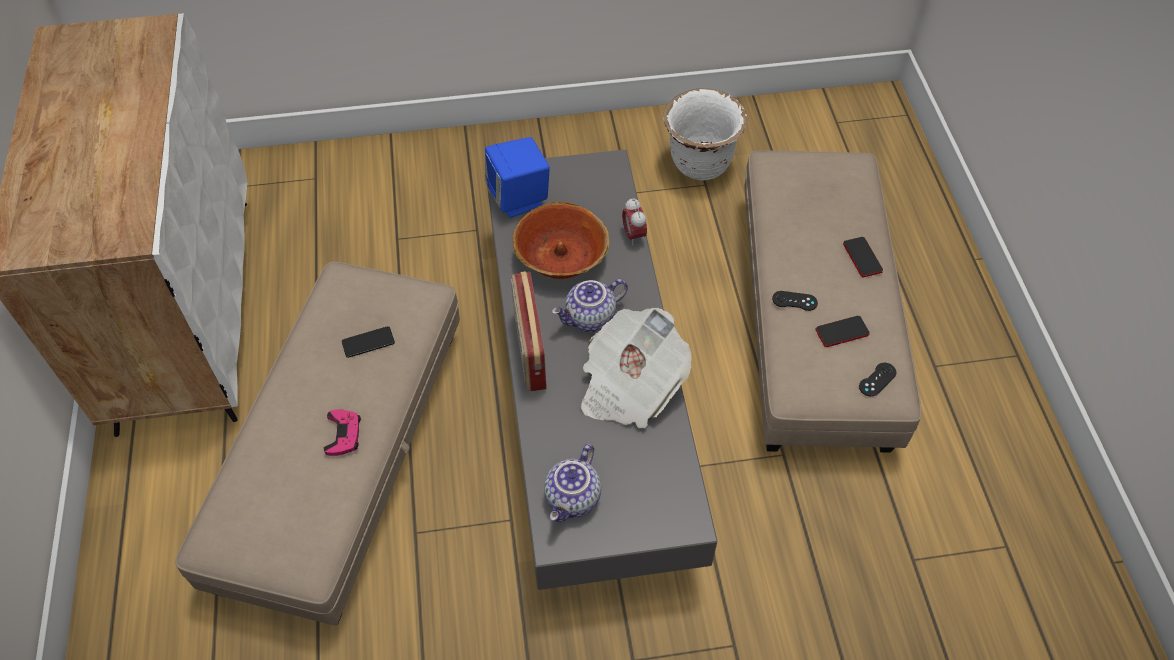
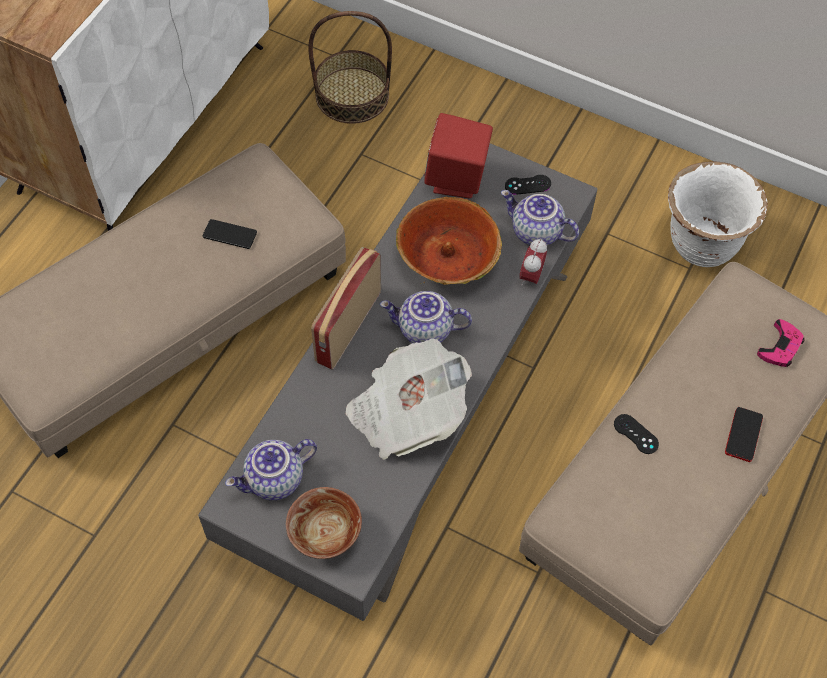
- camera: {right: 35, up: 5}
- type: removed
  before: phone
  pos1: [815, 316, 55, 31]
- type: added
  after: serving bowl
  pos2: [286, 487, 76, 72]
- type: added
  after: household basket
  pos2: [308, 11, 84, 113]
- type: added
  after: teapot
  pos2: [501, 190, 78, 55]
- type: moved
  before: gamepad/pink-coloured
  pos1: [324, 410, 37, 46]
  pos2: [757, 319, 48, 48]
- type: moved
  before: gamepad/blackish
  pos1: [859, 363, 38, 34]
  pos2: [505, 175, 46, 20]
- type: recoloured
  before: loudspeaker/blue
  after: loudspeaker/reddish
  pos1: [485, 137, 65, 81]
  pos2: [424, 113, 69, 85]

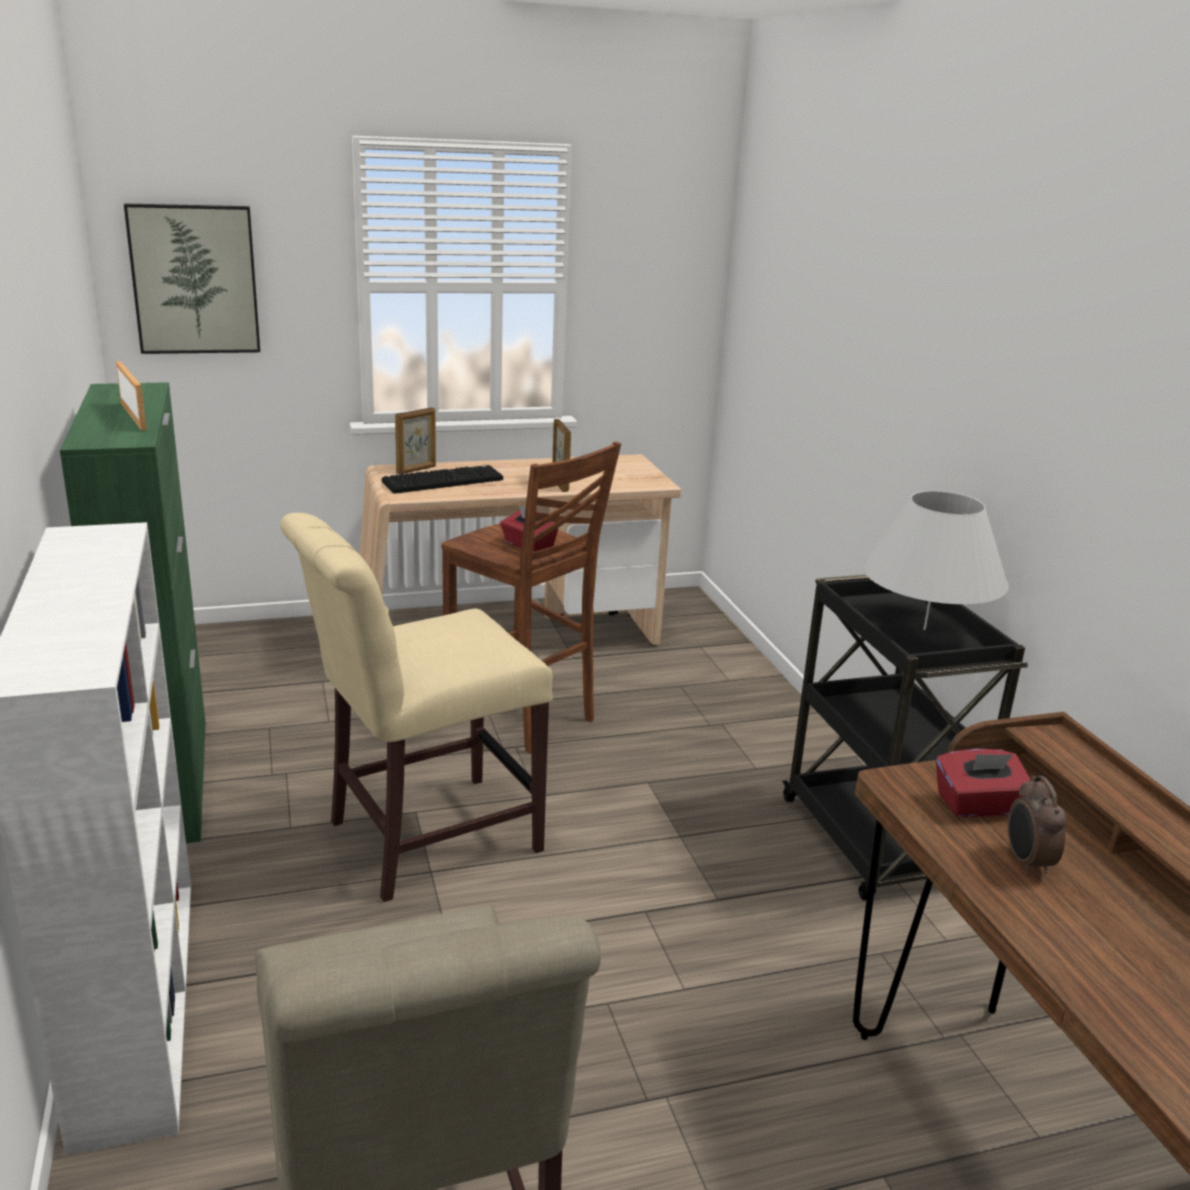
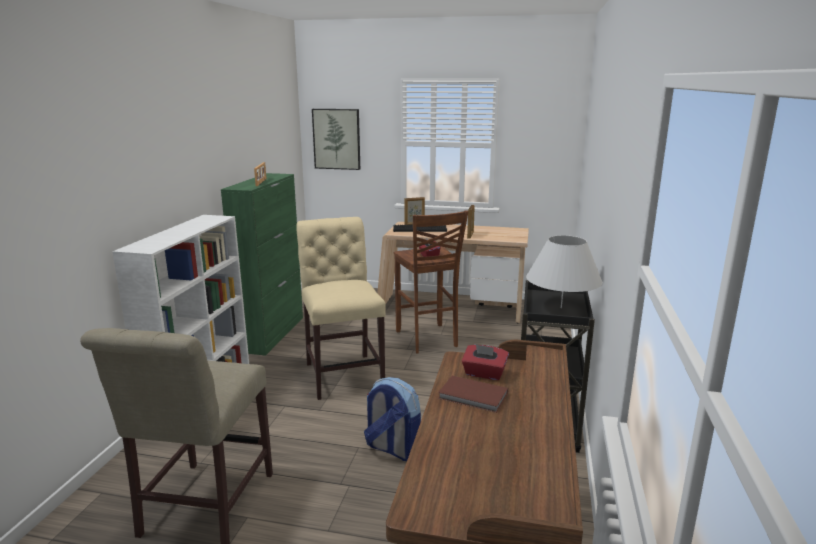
- camera: {right: 30, up: -5}
- type: added
  after: knapsack
  pos2: [364, 377, 57, 84]
- type: replaced
  before: table clock
  after: volume/brown-coloured
  pos1: [1008, 776, 59, 100]
  pos2: [438, 376, 70, 37]
- type: turned
  before: upright chair/beige-coloured
  pos1: [280, 513, 273, 389]
  pos2: [296, 217, 90, 183]
  turn: 75

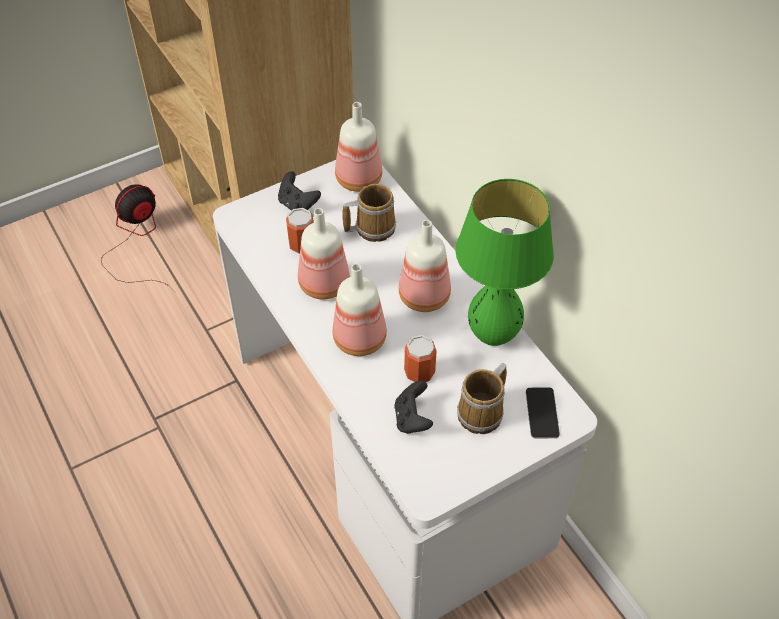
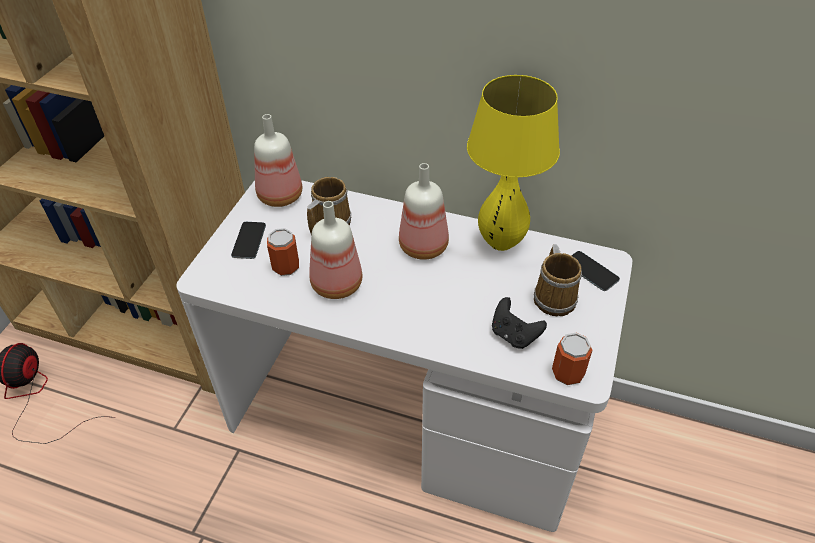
- camera: {right: -40, up: -5}
- type: removed
  before: beverage bottle
  pos1: [333, 264, 54, 92]
- type: moved
  before: metal can
  pos1: [404, 335, 33, 47]
  pos2: [552, 333, 40, 52]
- type: replaced
  before: gamepad/blackish
  after: phone
  pos1: [278, 171, 43, 40]
  pos2: [231, 222, 35, 37]
- type: recoloured
  before: tabletop lamp/green
  after: tabletop lamp/yellow-coloured
  pos1: [455, 179, 99, 167]
  pos2: [467, 75, 93, 176]

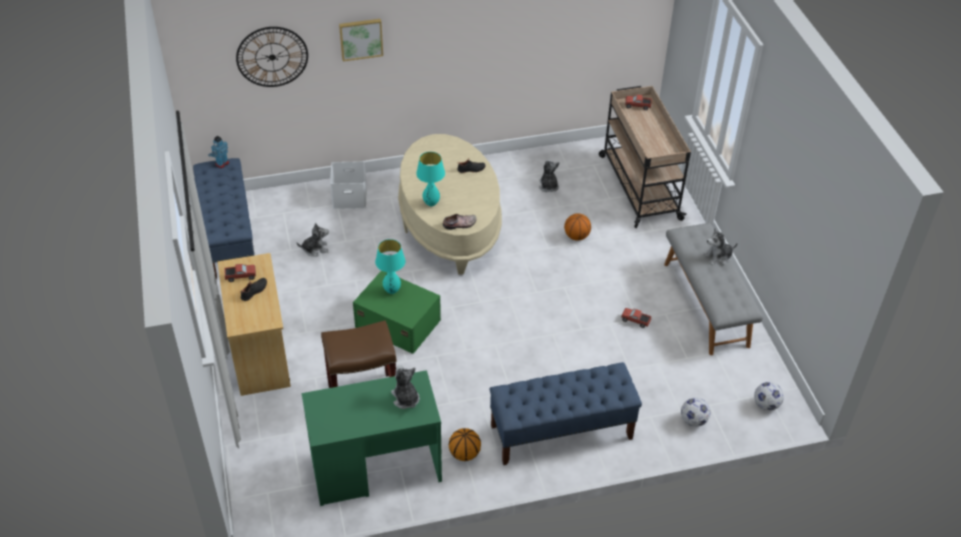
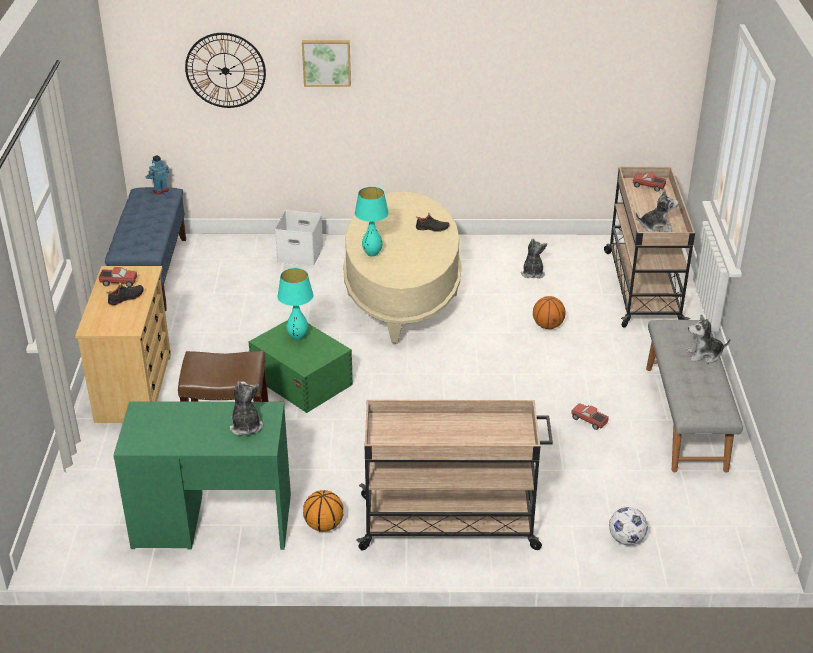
- camera: {right: 15, up: -10}
- type: removed
  before: shoe
  pos1: [443, 214, 33, 16]
- type: removed
  before: football ball
  pos1: [754, 382, 30, 29]
- type: moved
  before: soft toy
  pos1: [297, 223, 32, 34]
  pos2: [636, 190, 43, 42]
- type: replaced
  before: long seat/blue
  after: wheeled cart/beige-coloured
  pos1: [489, 362, 153, 103]
  pos2: [356, 400, 197, 150]

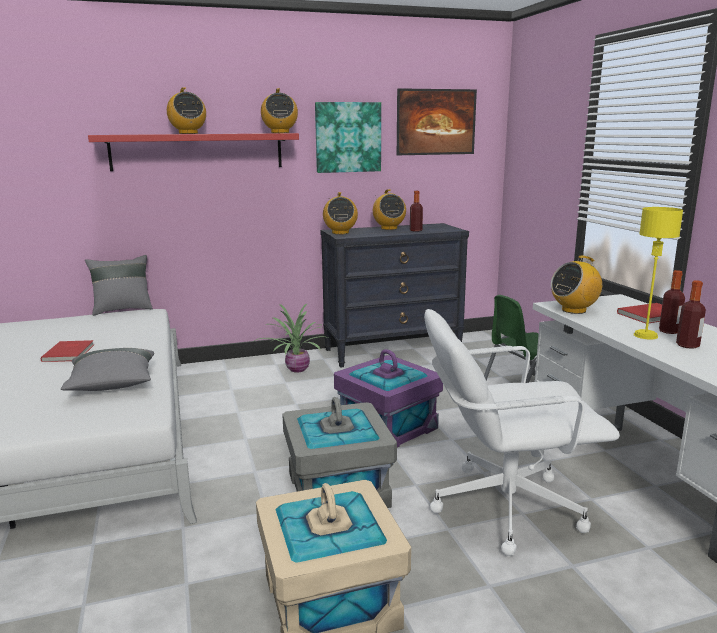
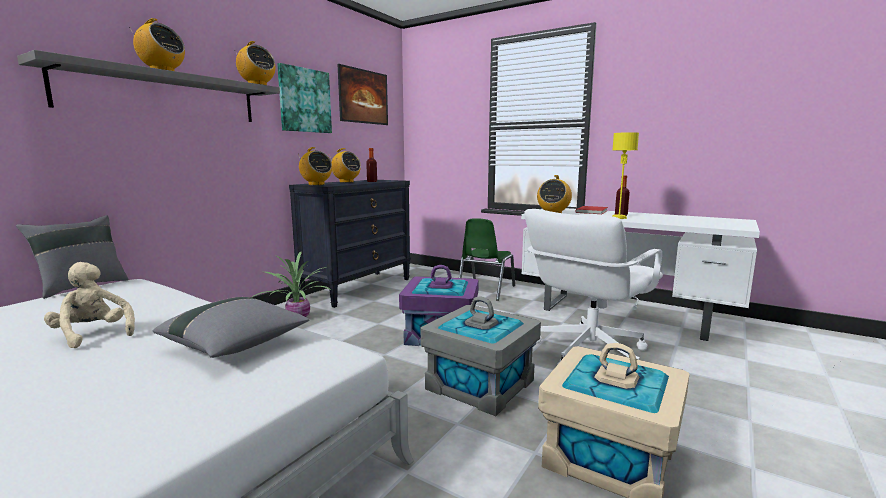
- camera: {right: -40, up: -5}
- type: removed
  before: beverage bottle
  pos1: [676, 280, 30, 69]
- type: replaced
  before: volume/reddish
  after: soft toy/beige-coloured
  pos1: [41, 340, 53, 22]
  pos2: [44, 262, 91, 86]
- type: recoloured
  before: bracket shelf/reddish
  after: bracket shelf/grey
  pos1: [88, 133, 211, 38]
  pos2: [17, 50, 263, 72]

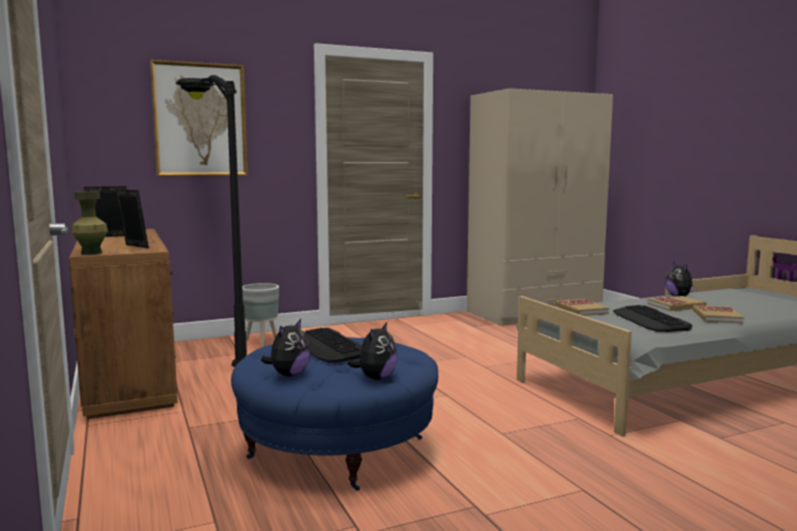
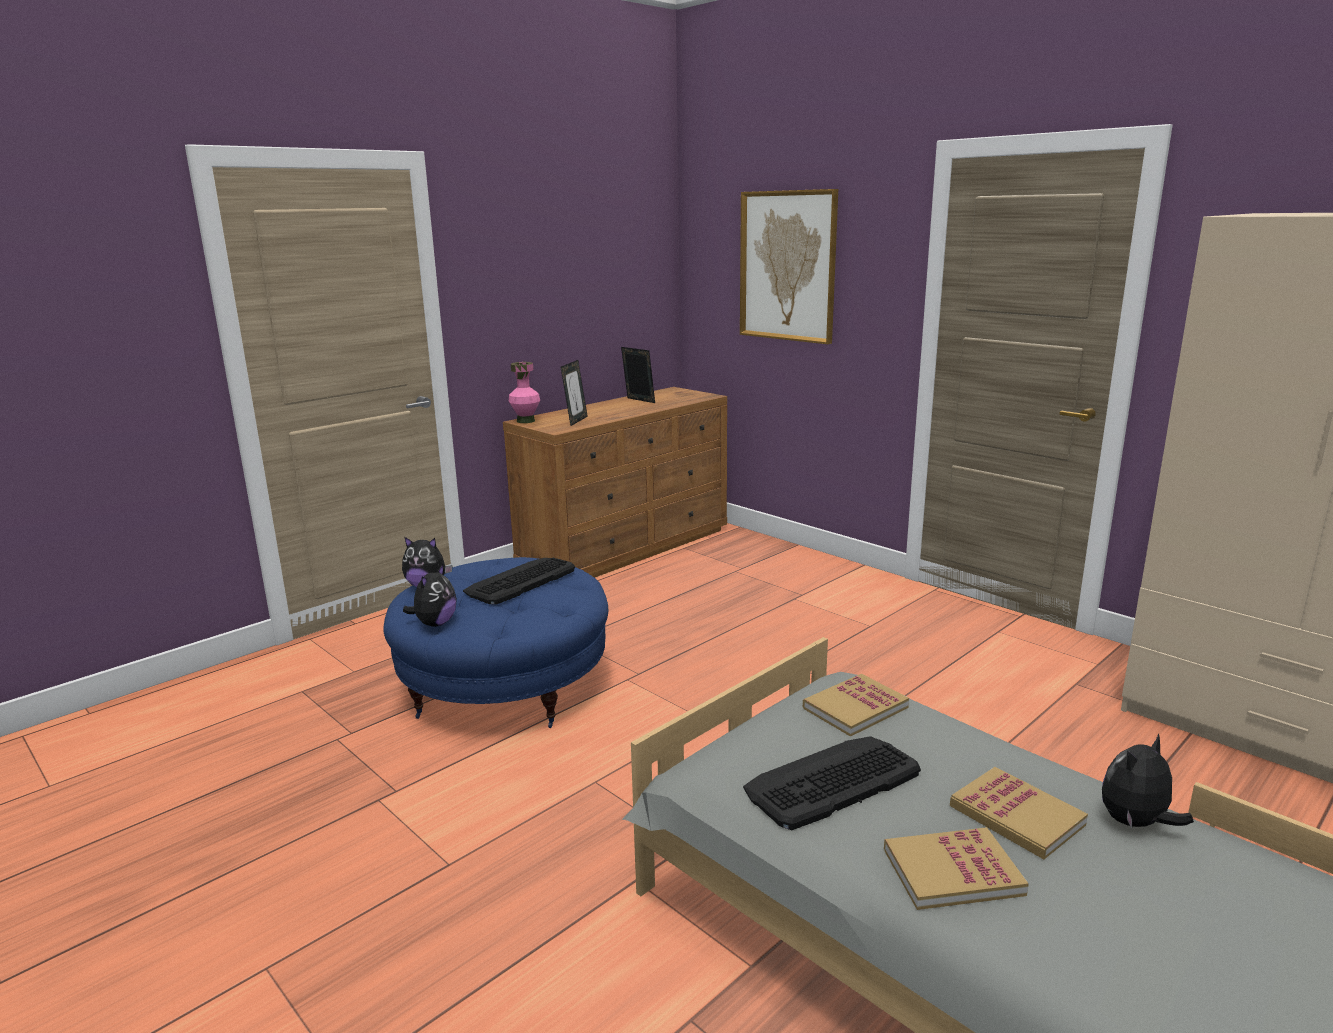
- camera: {right: 70, up: 10}
- type: removed
  before: floor lamp/blackish
  pos1: [176, 75, 71, 292]
- type: removed
  before: planter/grey
  pos1: [242, 283, 37, 64]
- type: recoloured
  before: decorative vase/green
  after: decorative vase/pink-coloured
  pos1: [72, 191, 36, 64]
  pos2: [509, 362, 31, 61]
- type: turned
  before: soft toy
  pos1: [348, 322, 49, 58]
  pos2: [403, 564, 54, 63]
  turn: -75

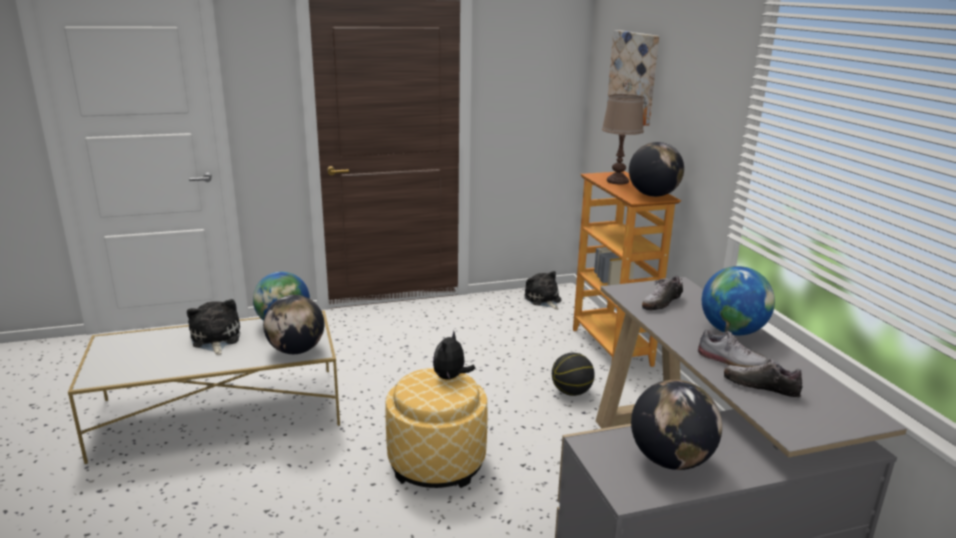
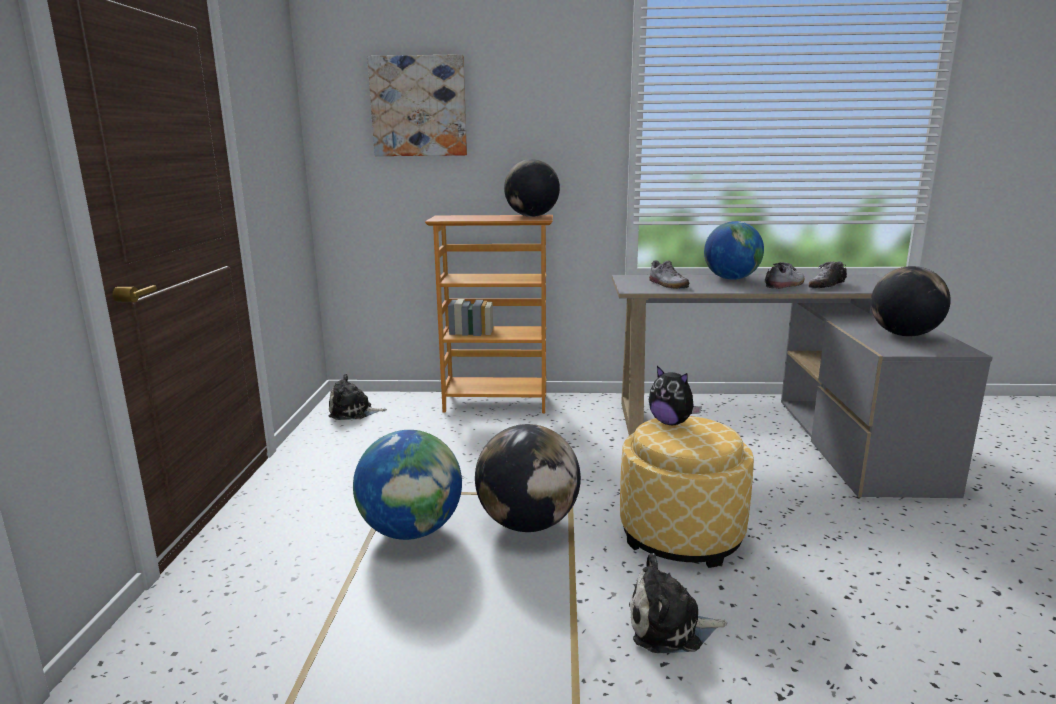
- camera: {right: -70, up: -5}
- type: removed
  before: ball for basketball
  pos1: [552, 353, 43, 43]
- type: removed
  before: tabletop lamp/brown-coloured
  pos1: [602, 94, 42, 90]
- type: moved
  before: soft toy
  pos1: [187, 299, 54, 56]
  pos2: [629, 553, 98, 100]

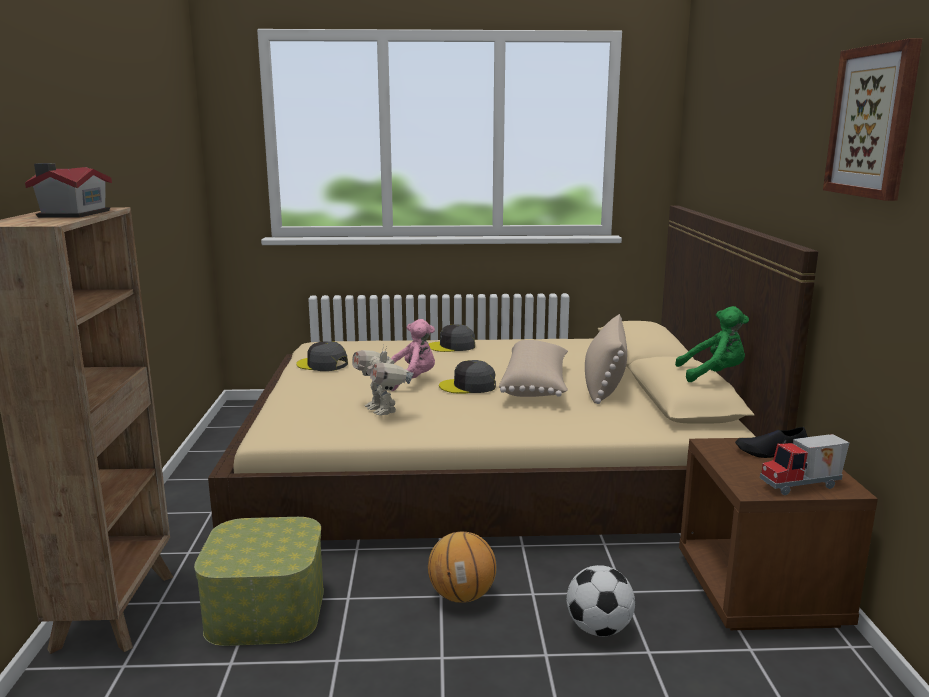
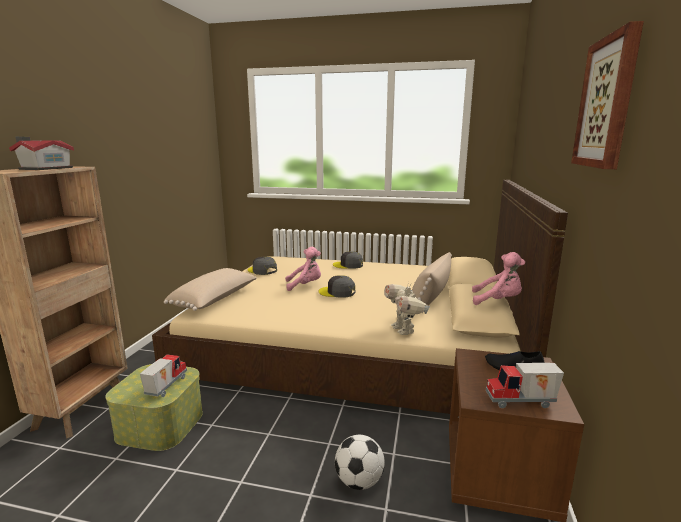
- camera: {right: 15, up: 0}
- type: removed
  before: ball for basketball
  pos1: [428, 532, 69, 71]
- type: added
  after: model truck
  pos2: [140, 354, 47, 43]
- type: moved
  before: robot figure
  pos1: [352, 345, 62, 70]
  pos2: [384, 282, 46, 53]
- type: moved
  before: cushion/beige-coloured
  pos1: [499, 340, 69, 57]
  pos2: [164, 268, 93, 43]
- type: recoloured
  before: soft toy/green
  after: soft toy/pink-coloured
  pos1: [675, 306, 74, 76]
  pos2: [472, 252, 53, 53]

